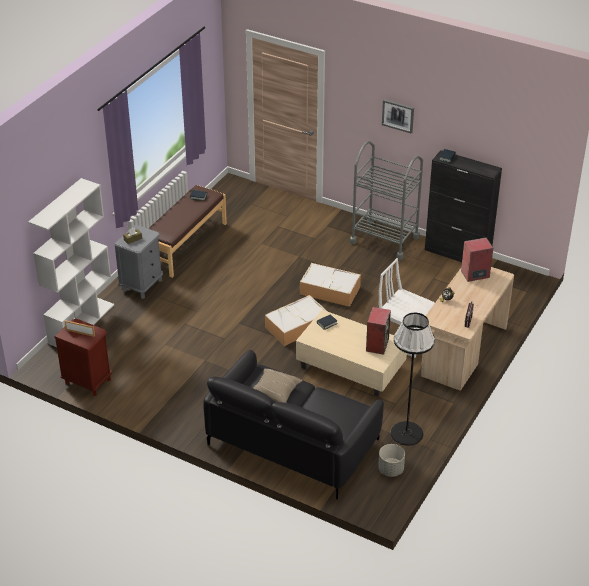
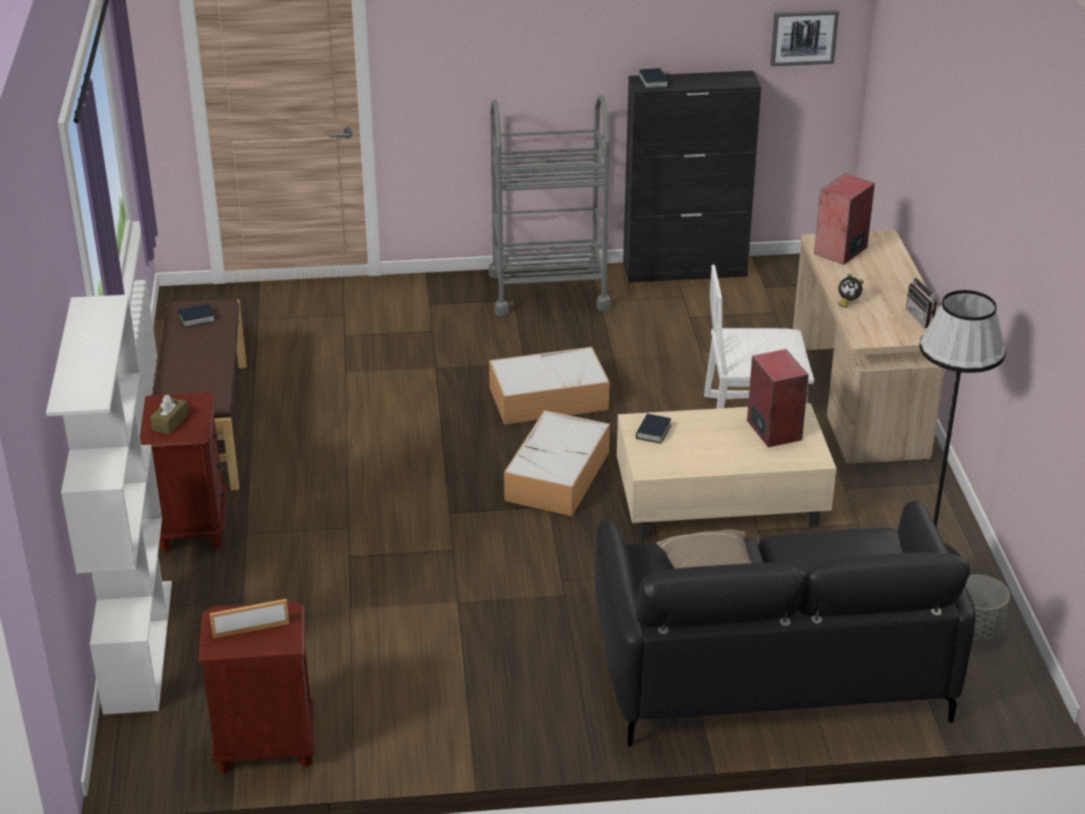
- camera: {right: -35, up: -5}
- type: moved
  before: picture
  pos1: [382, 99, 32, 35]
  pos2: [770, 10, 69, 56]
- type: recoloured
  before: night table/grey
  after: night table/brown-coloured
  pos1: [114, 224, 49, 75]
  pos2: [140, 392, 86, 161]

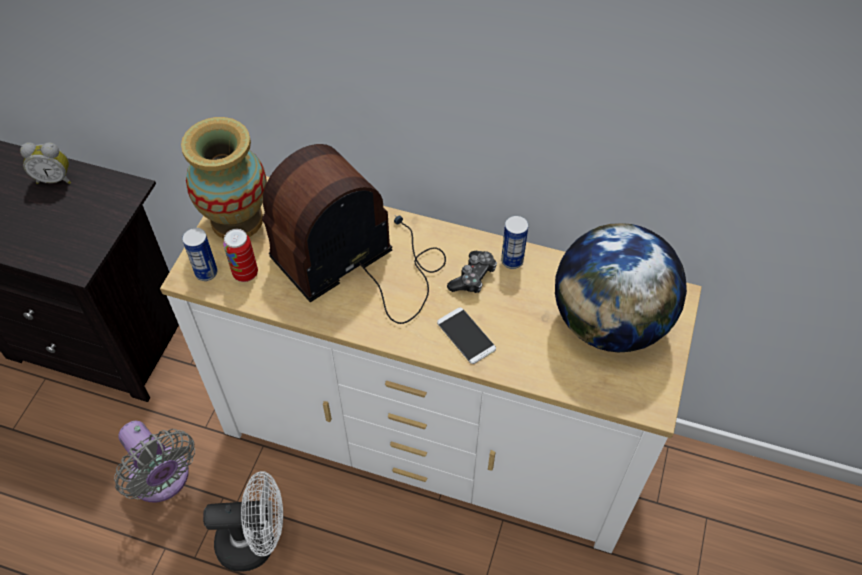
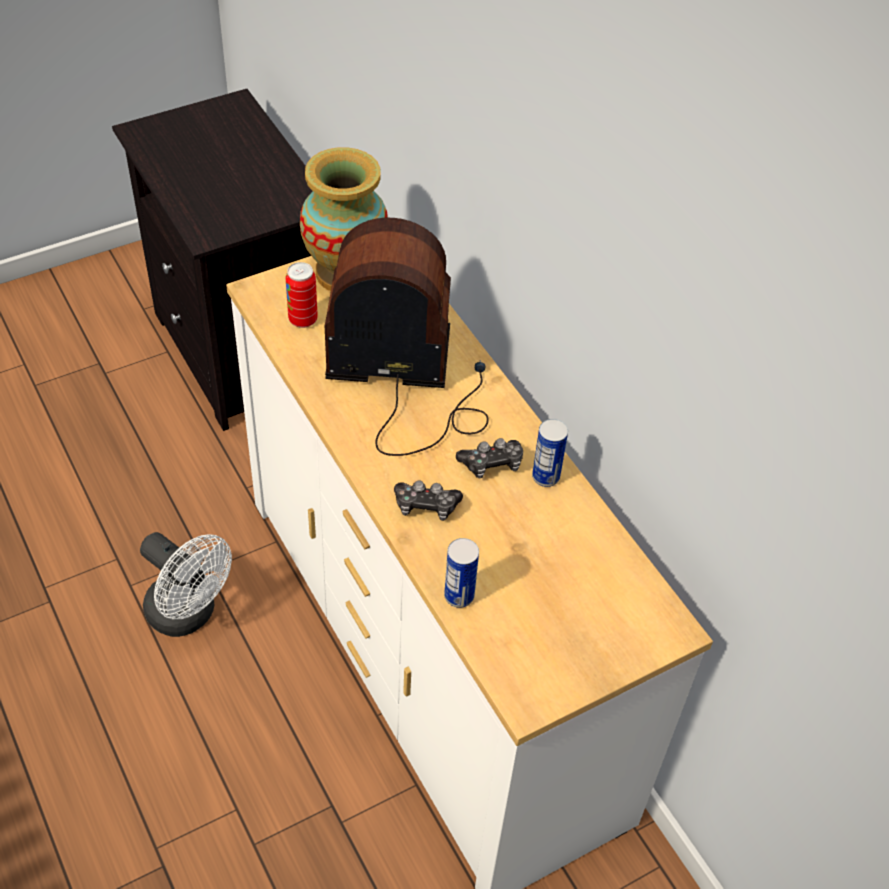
- camera: {right: 40, up: -5}
- type: removed
  before: table clock
  pos1: [20, 142, 51, 42]
- type: removed
  before: electric fan/grey
  pos1: [114, 421, 81, 81]
- type: removed
  before: globe
  pos1: [555, 223, 132, 129]
- type: moved
  before: metal can
  pos1: [182, 228, 36, 53]
  pos2: [444, 538, 35, 70]
- type: replaced
  before: phone
  after: gamepad
  pos1: [437, 308, 59, 56]
  pos2: [394, 480, 69, 41]

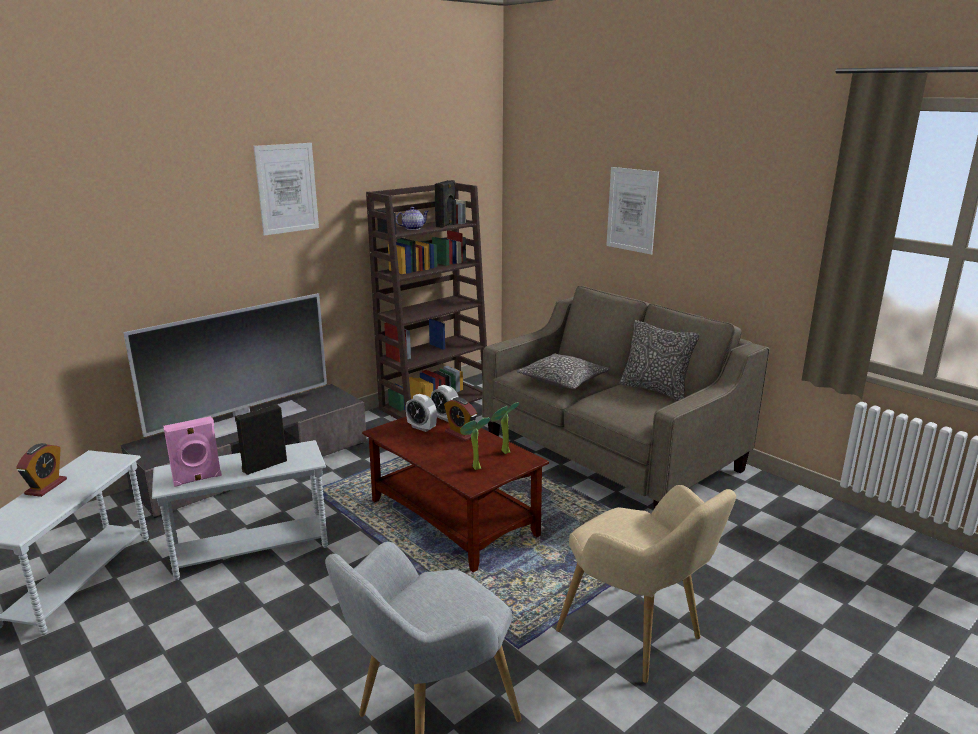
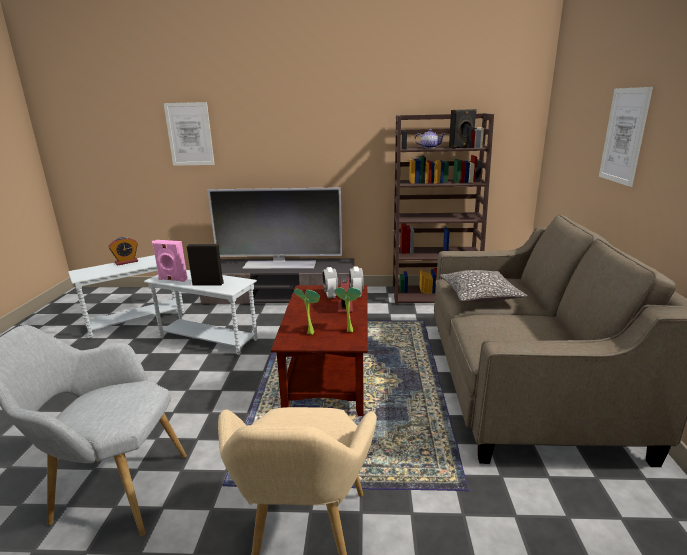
- camera: {right: 45, up: 0}
- type: removed
  before: cushion
  pos1: [619, 320, 80, 81]
- type: moved
  before: picture
  pos1: [254, 143, 65, 93]
  pos2: [164, 102, 51, 64]

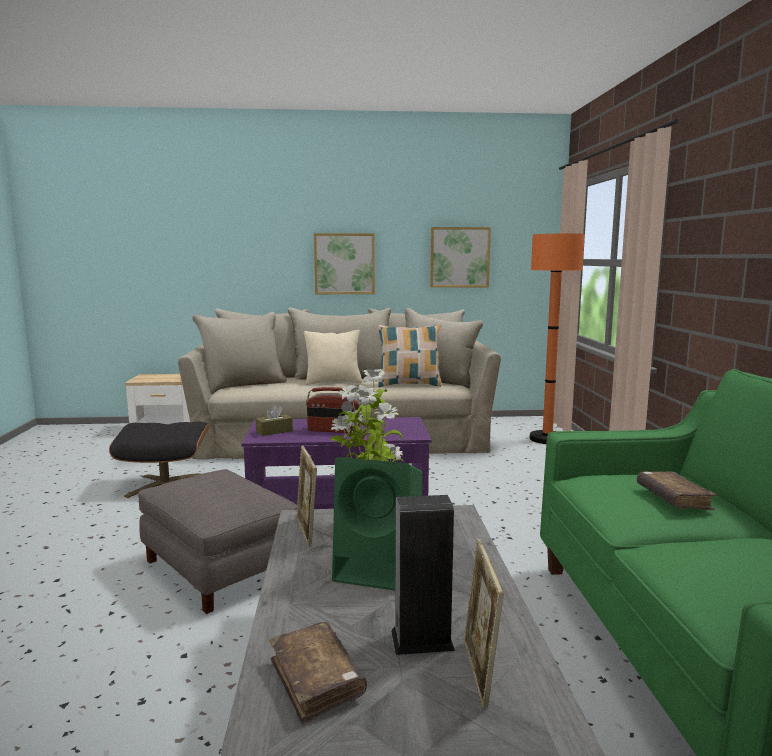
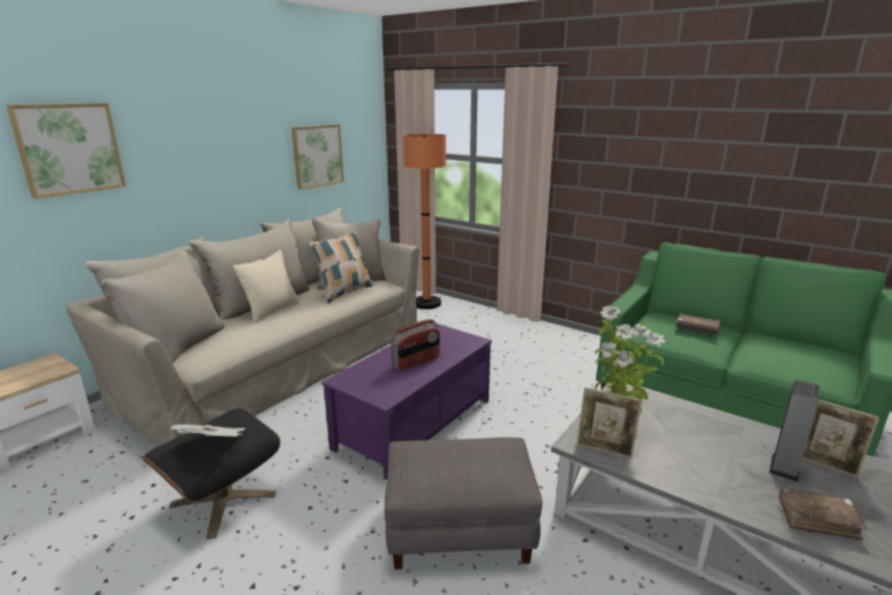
- camera: {right: -50, up: 10}
- type: removed
  before: tissue holder/brown-coloured
  pos1: [256, 405, 37, 31]
- type: removed
  before: loudspeaker/green
  pos1: [332, 457, 90, 134]
- type: added
  after: newspaper
  pos2: [170, 424, 75, 13]
- type: moved
  before: picture
  pos1: [314, 233, 61, 61]
  pos2: [6, 103, 120, 96]

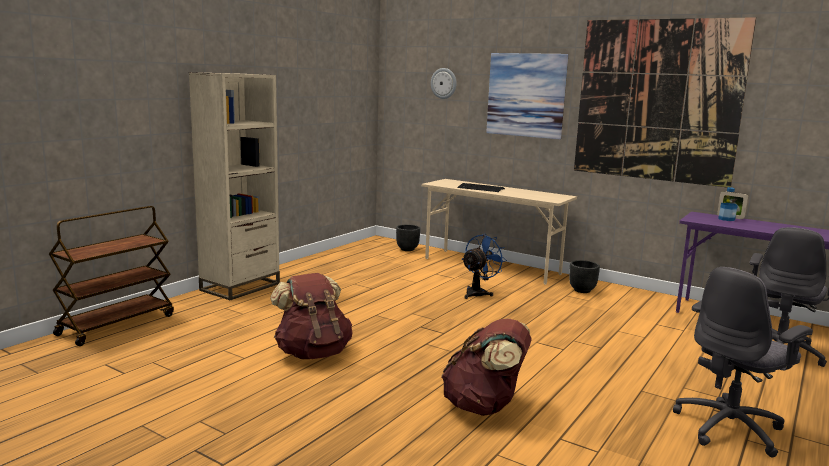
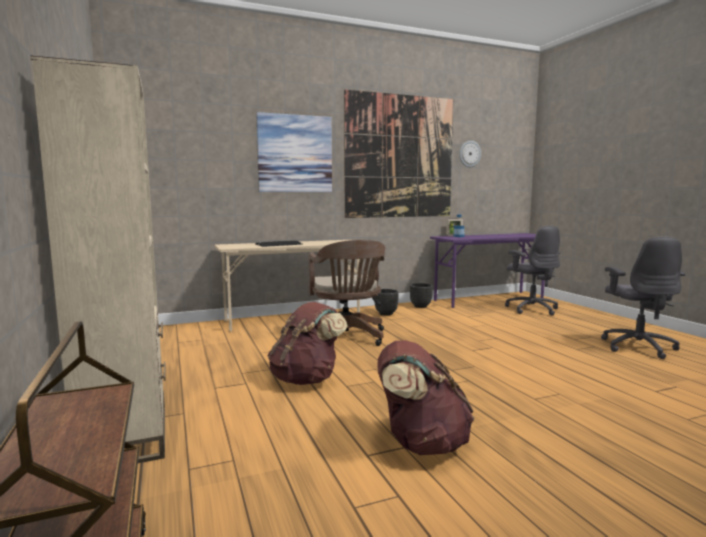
- camera: {right: -55, up: -5}
- type: moved
  before: planter/blackish
  pos1: [396, 225, 24, 26]
  pos2: [410, 283, 23, 25]
- type: moved
  before: wall clock
  pos1: [431, 68, 26, 31]
  pos2: [459, 141, 22, 26]
- type: moved
  before: knapsack/brown-coloured
  pos1: [441, 319, 91, 97]
  pos2: [268, 302, 80, 83]
- type: replaced
  before: electric fan/blue
  after: computer chair/brown-coloured
  pos1: [462, 234, 45, 65]
  pos2: [309, 240, 76, 106]

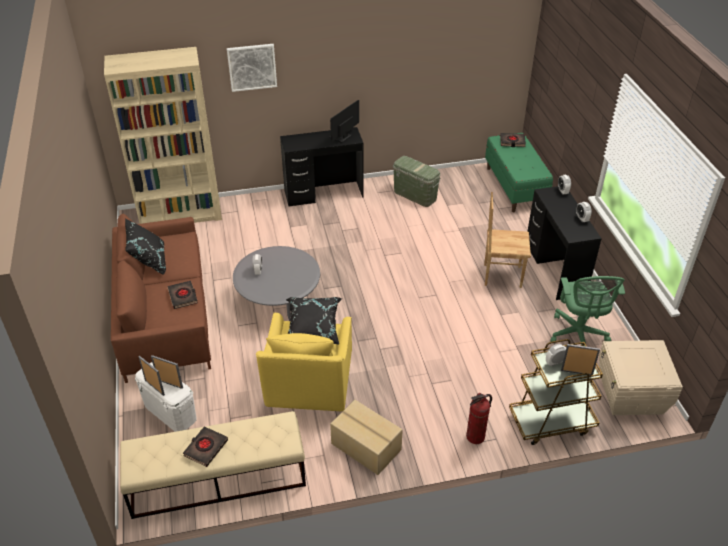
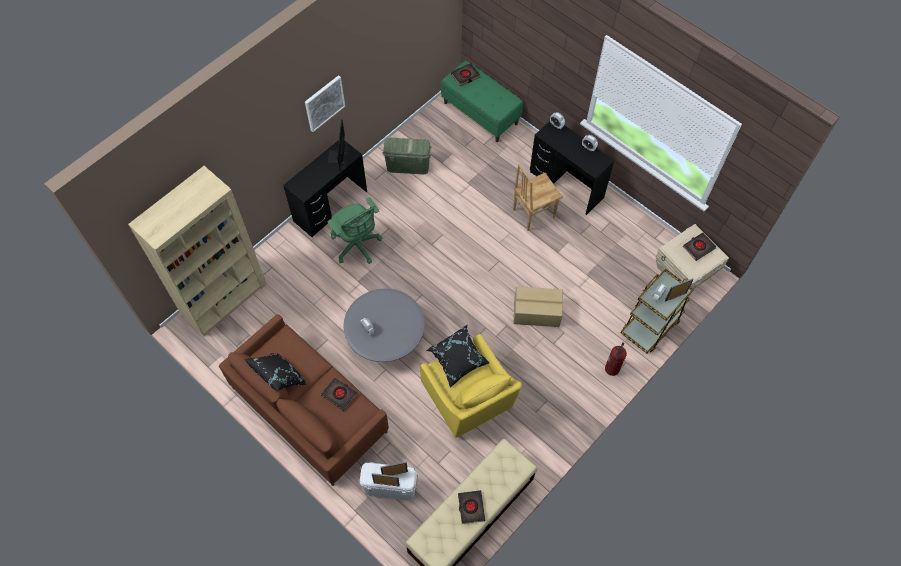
- camera: {right: -35, up: 20}
- type: added
  after: volume/blackish
  pos2: [683, 232, 33, 29]
- type: moved
  before: picture
  pos1: [227, 44, 50, 48]
  pos2: [305, 75, 40, 57]
- type: moved
  before: carton
  pos1: [330, 400, 73, 75]
  pos2: [513, 286, 50, 41]
- type: moved
  before: computer chair/green
  pos1: [550, 276, 75, 70]
  pos2: [327, 197, 56, 67]

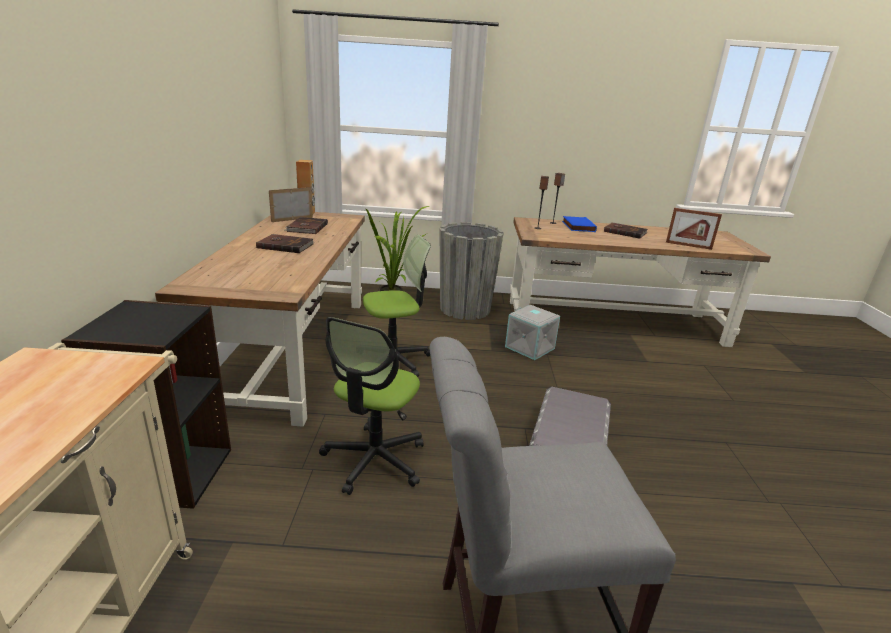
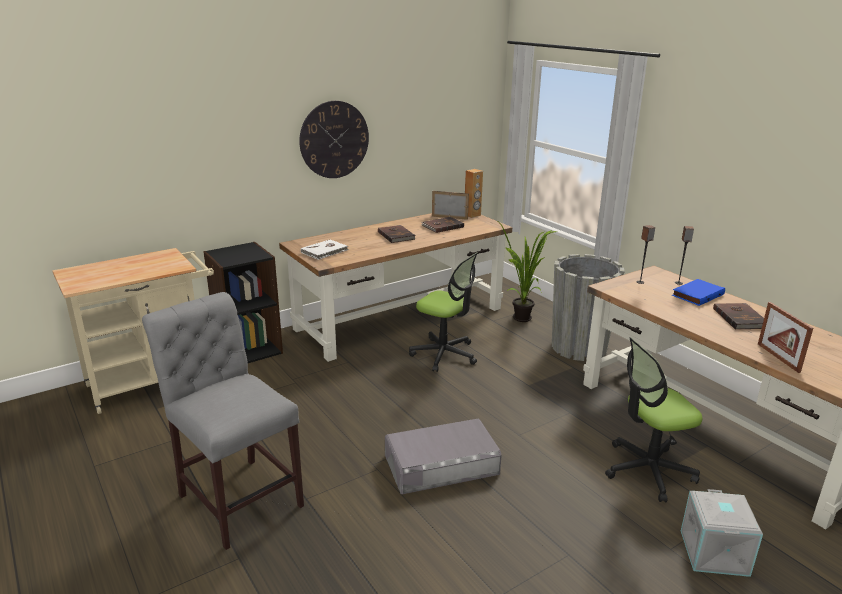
- camera: {right: 55, up: 0}
- type: added
  after: wall clock
  pos2: [299, 101, 70, 77]
- type: added
  after: volume/white
  pos2: [301, 239, 48, 21]
- type: moved
  before: computer chair
  pos1: [319, 317, 105, 178]
  pos2: [605, 337, 97, 165]
- type: moved
  before: storage container/grey
  pos1: [505, 305, 55, 55]
  pos2: [681, 489, 82, 88]

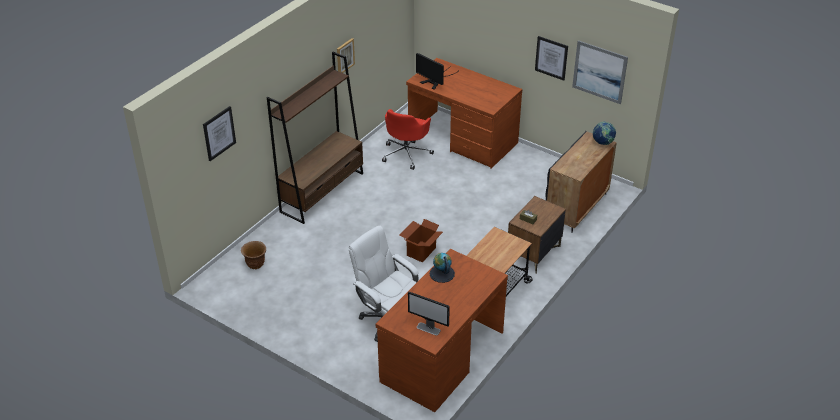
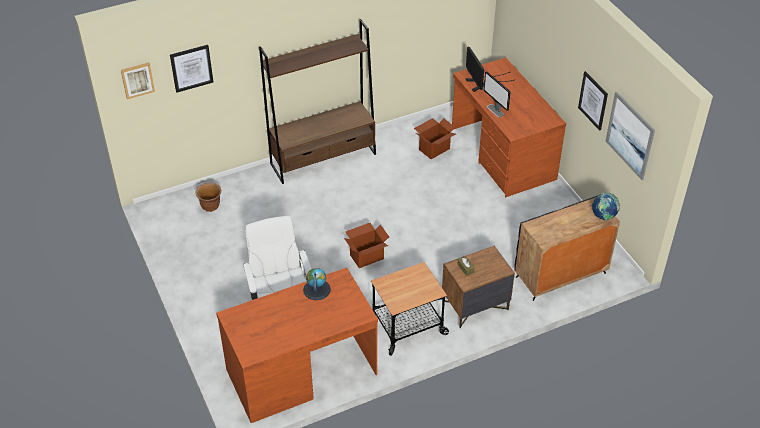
- camera: {right: 30, up: 5}
- type: moved
  before: picture
  pos1: [337, 38, 18, 35]
  pos2: [121, 62, 34, 37]
- type: moved
  before: monitor
  pos1: [408, 292, 42, 44]
  pos2: [484, 71, 27, 46]
- type: replaced
  before: computer chair/reddish
  after: carton
  pos1: [382, 109, 52, 61]
  pos2: [414, 118, 42, 41]

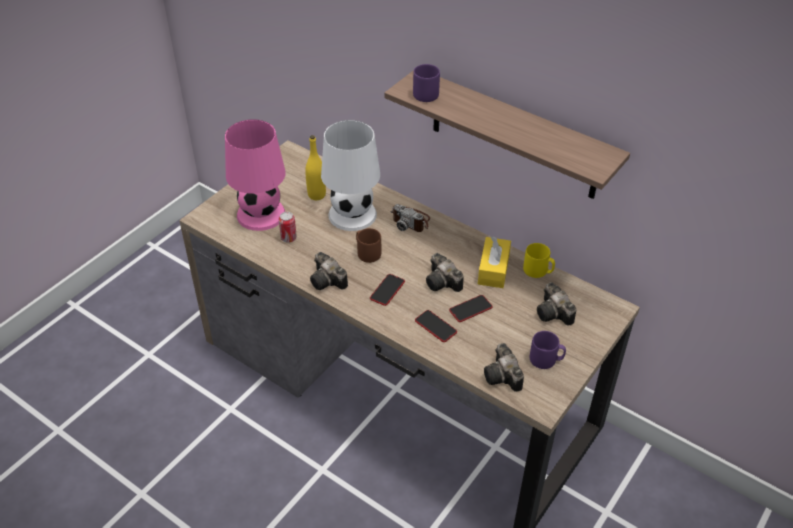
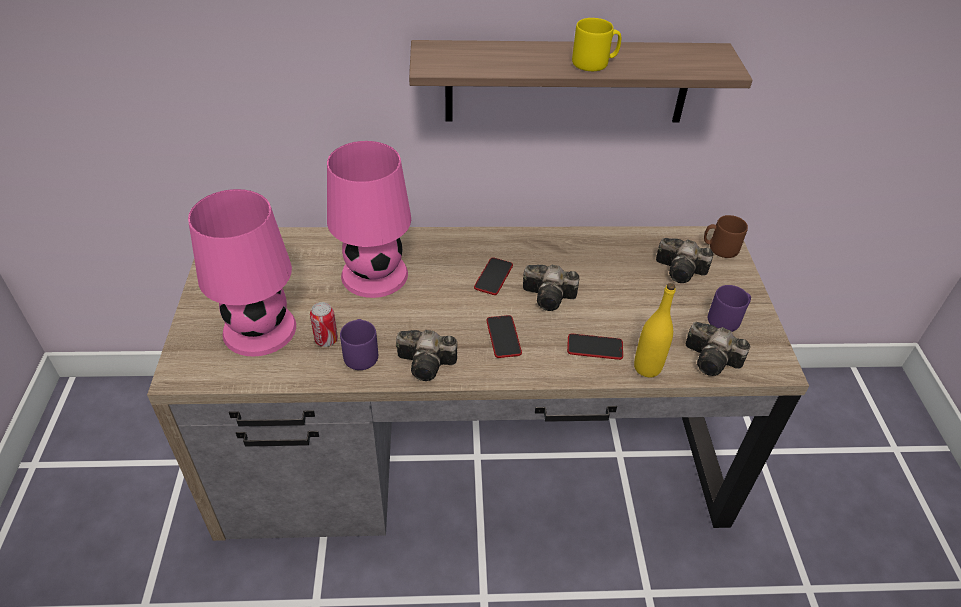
- camera: {right: -40, up: 0}
- type: removed
  before: photo camera
  pos1: [391, 204, 39, 28]
- type: removed
  before: tissue holder/yellow-coloured
  pos1: [478, 236, 33, 52]
- type: moved
  before: beverage bottle/yellow-coloured
  pos1: [305, 135, 21, 65]
  pos2: [634, 283, 42, 94]
- type: moved
  before: coffee mug/brown-coloured
  pos1: [356, 228, 25, 35]
  pos2: [704, 215, 44, 43]
- type: moved
  before: coffee mug/purple-coloured
  pos1: [413, 64, 27, 38]
  pos2: [340, 319, 38, 51]
- type: moved
  before: phone
  pos1: [449, 295, 44, 27]
  pos2: [474, 257, 39, 38]
- type: moved
  before: coffee mug/yellow-coloured
  pos1: [523, 243, 32, 35]
  pos2: [572, 18, 49, 53]
- type: recoloured
  before: tabletop lamp/white
  after: tabletop lamp/pink-coloured
  pos1: [321, 120, 59, 111]
  pos2: [327, 141, 84, 157]

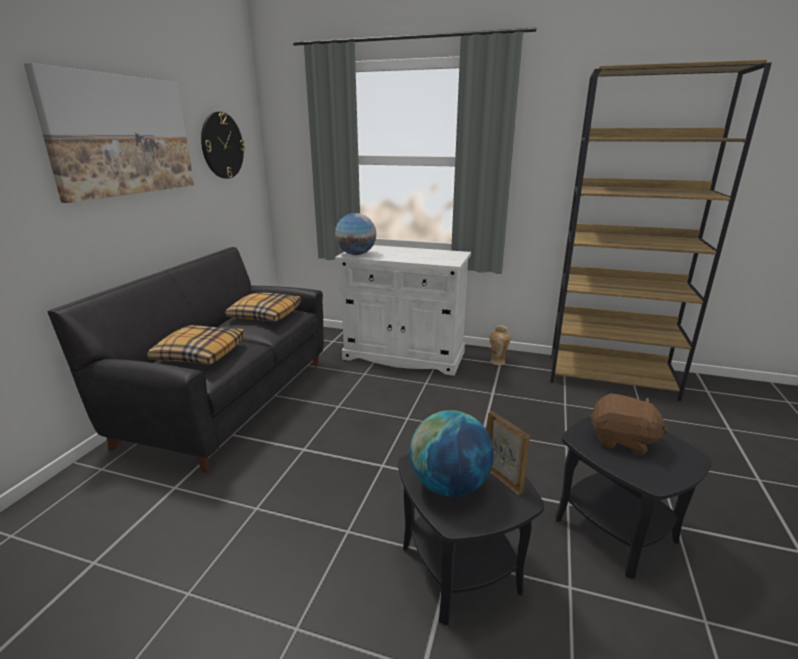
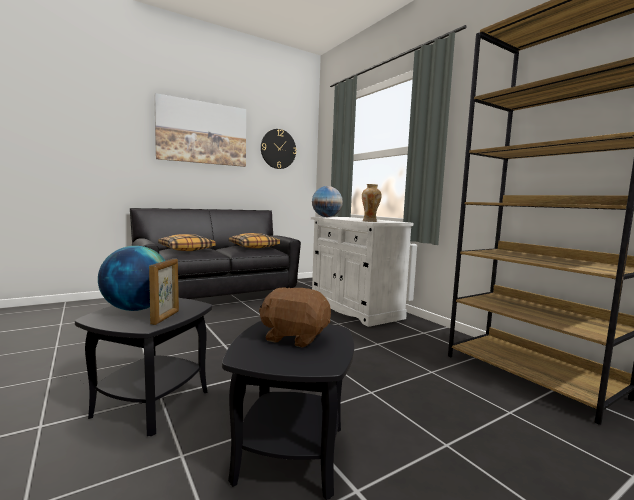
- camera: {right: 40, up: -15}
- type: moved
  before: decorative vase
  pos1: [490, 325, 21, 40]
  pos2: [362, 184, 20, 38]
- type: turned
  before: soft toy/brown-coloured
  pos1: [590, 393, 78, 62]
  pos2: [259, 287, 72, 61]
  turn: 135

